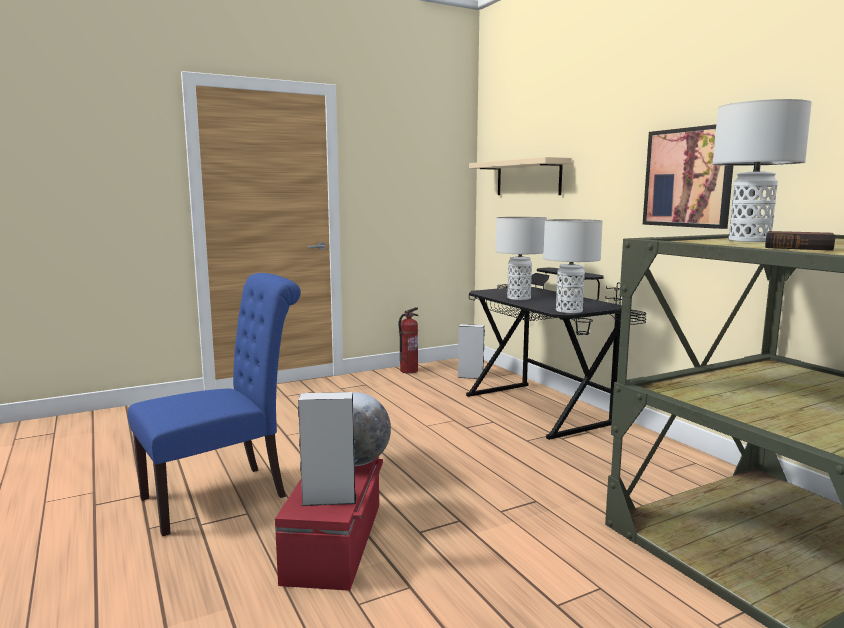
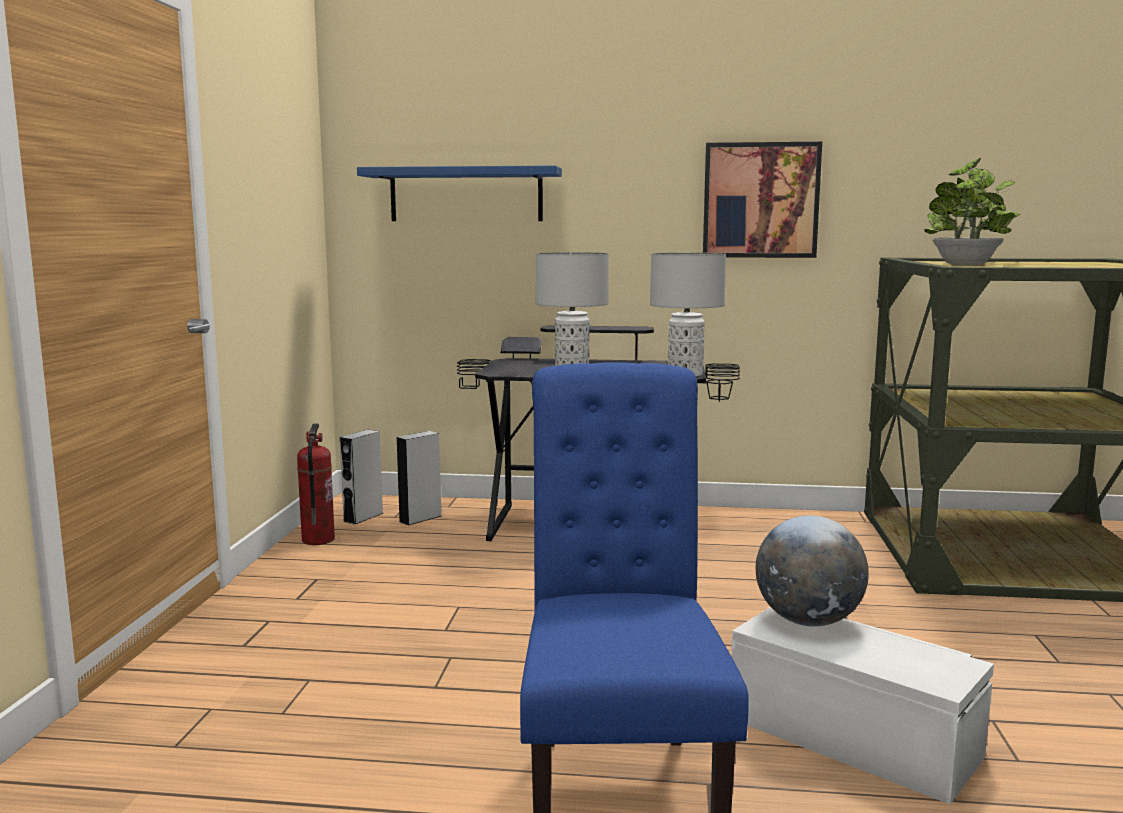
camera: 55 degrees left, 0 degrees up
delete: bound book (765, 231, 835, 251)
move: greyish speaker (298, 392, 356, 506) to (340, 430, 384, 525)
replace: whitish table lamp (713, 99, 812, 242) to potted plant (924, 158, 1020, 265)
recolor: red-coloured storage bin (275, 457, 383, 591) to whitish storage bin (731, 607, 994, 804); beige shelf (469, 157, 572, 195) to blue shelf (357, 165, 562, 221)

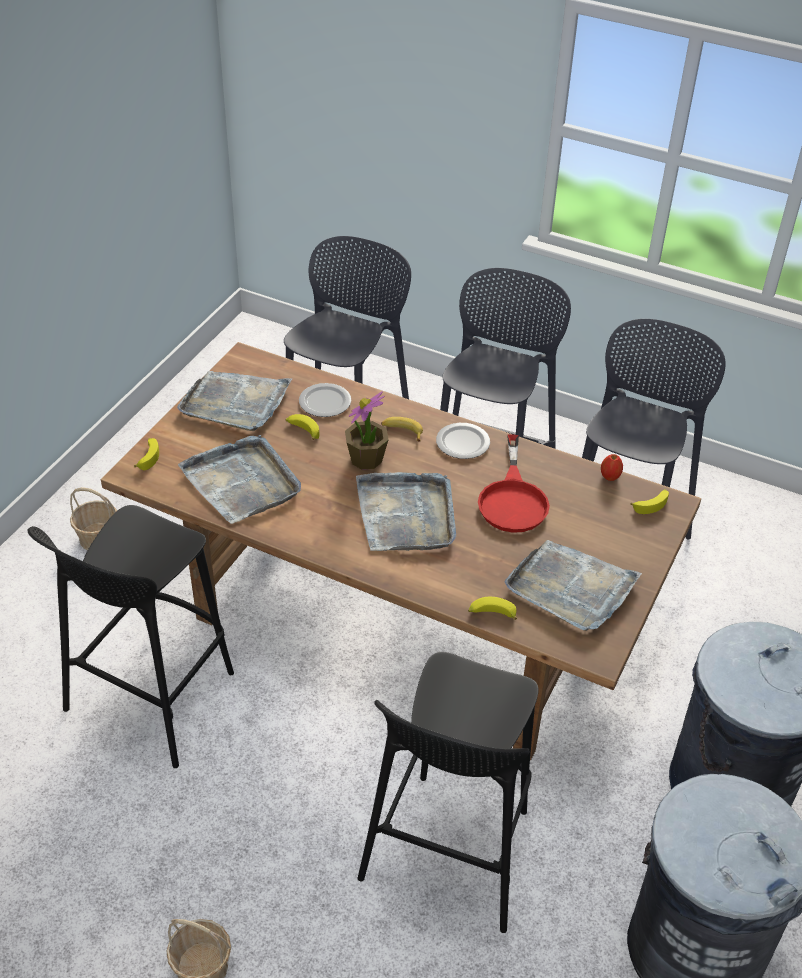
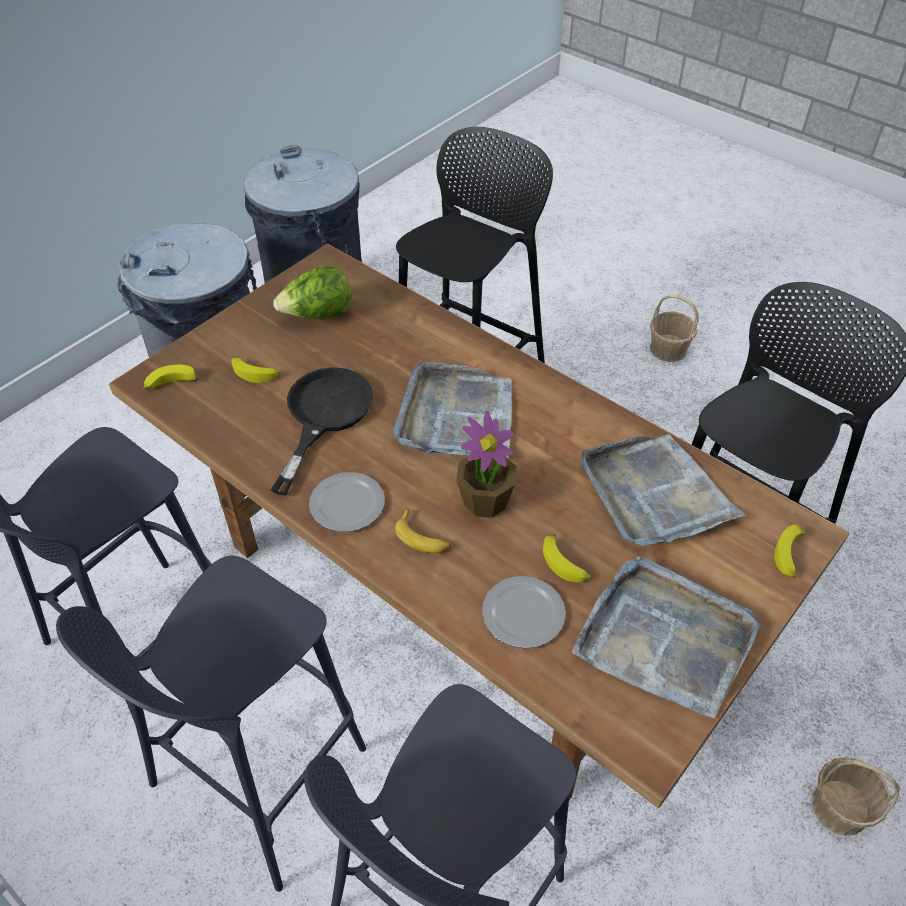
camera: 165 degrees left, 5 degrees up
delete: apple fruit (601, 454, 623, 481)
move: banana (468, 597, 517, 620) to (231, 356, 280, 383)
replace: greyish carrying tray (504, 540, 642, 631) to head of lettuce (273, 266, 351, 319)
recolor: red-coloured skillet (478, 434, 550, 533) to black skillet (271, 367, 373, 496)

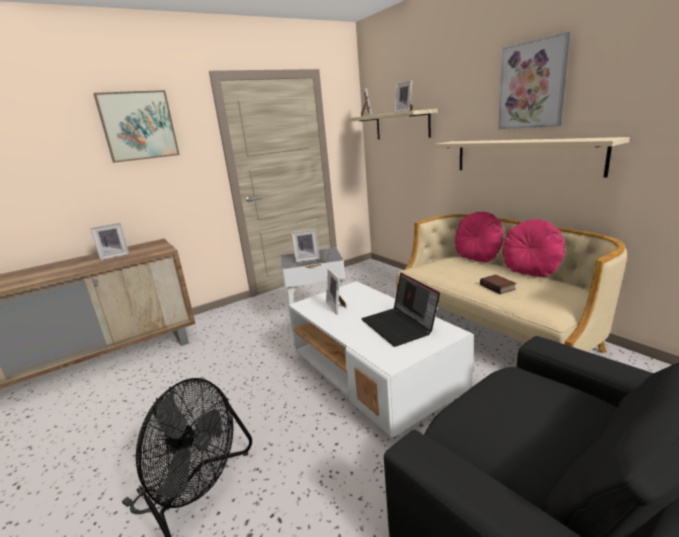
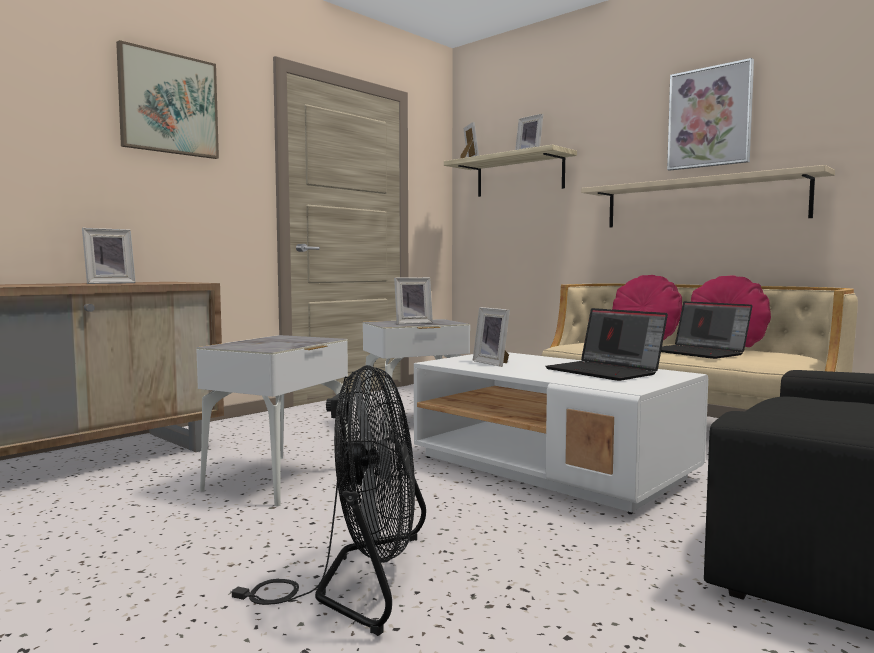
camera: 15 degrees left, 15 degrees down
insert: side table (196, 335, 348, 506)
replace: bound book (480, 275, 516, 294) to laptop (661, 301, 752, 359)

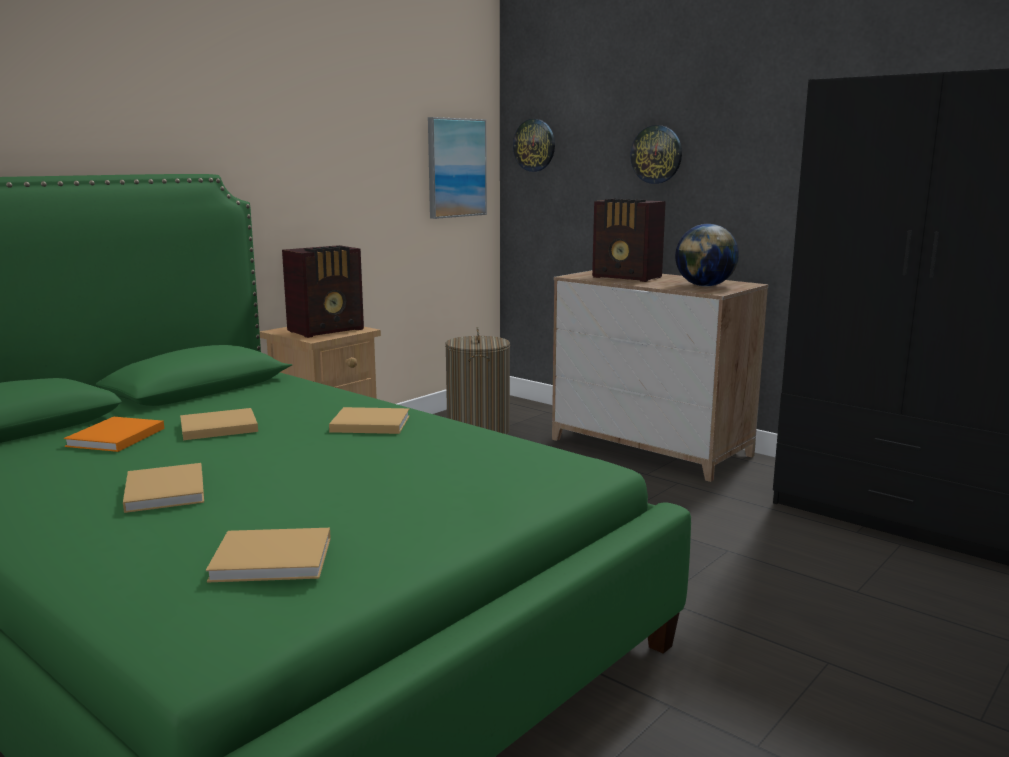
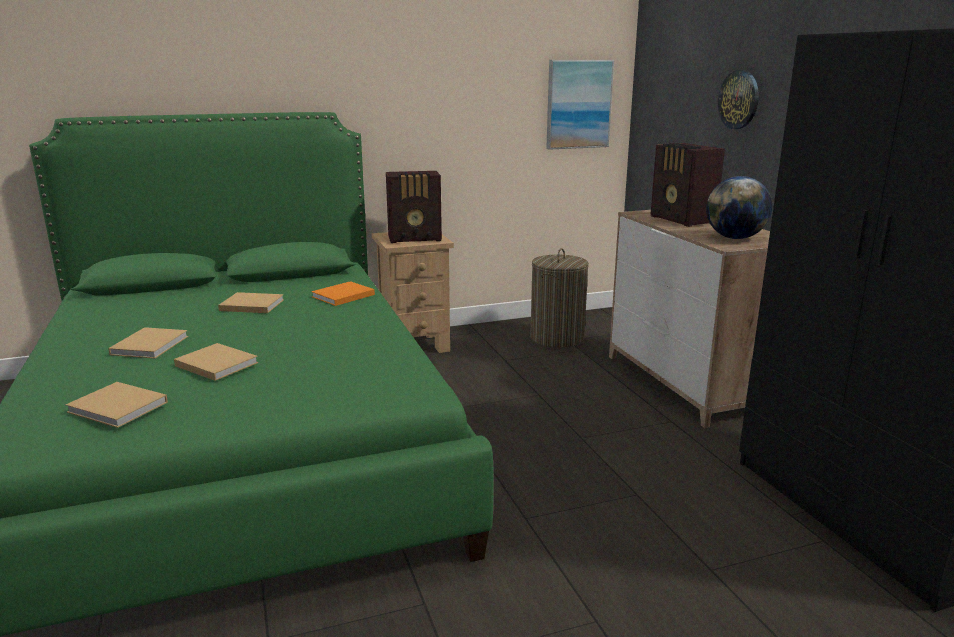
camera: 30 degrees right, 5 degrees up
delete: hanging clock (513, 119, 555, 172)
move: orange-coloured bound book (64, 417, 164, 452) to (311, 281, 375, 306); beige bound book (329, 407, 410, 434) to (174, 343, 258, 381)

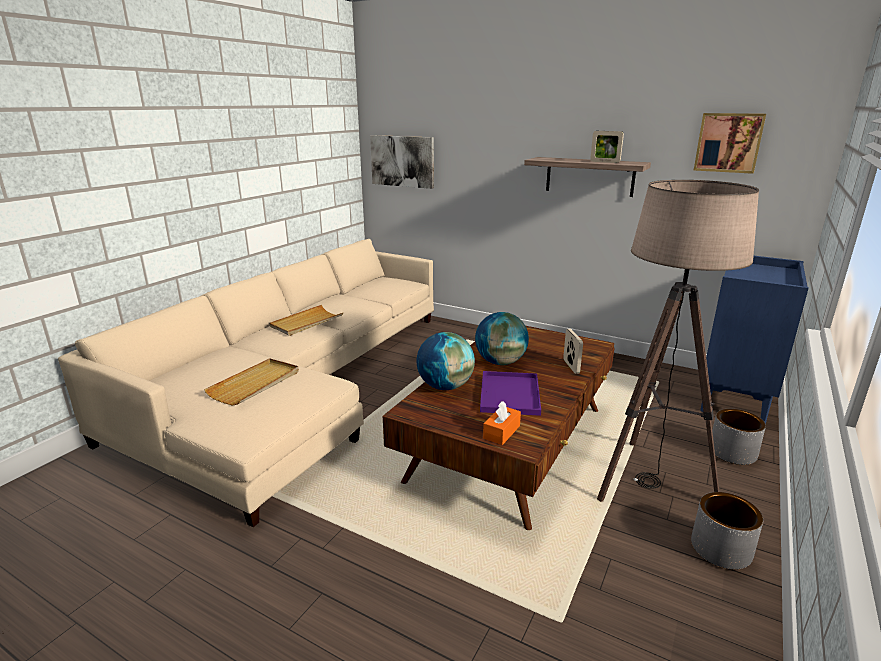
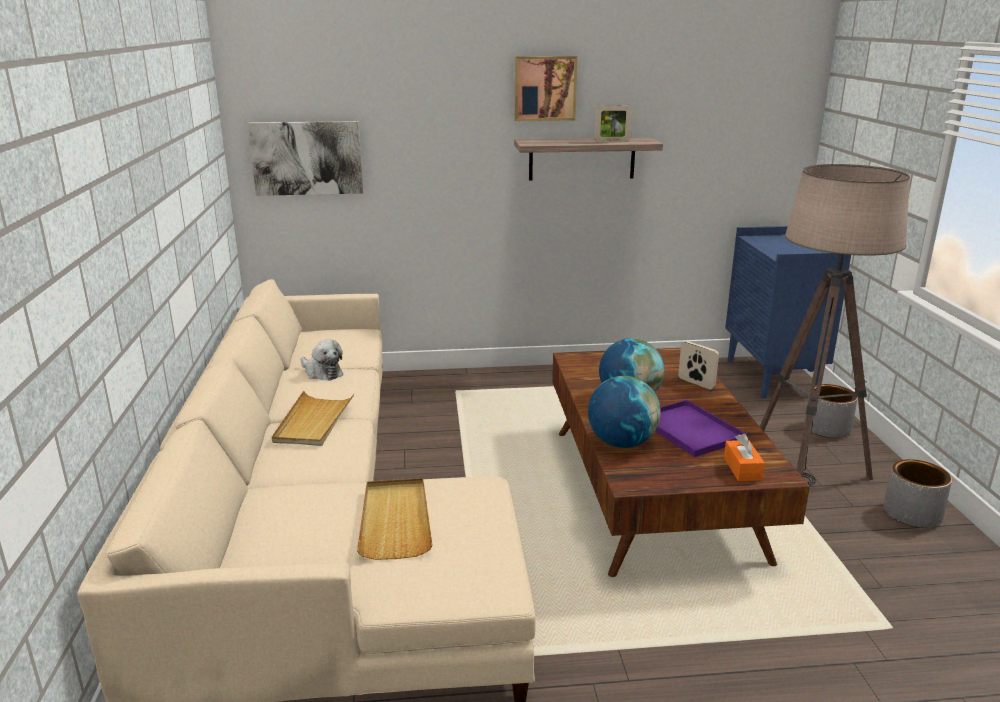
camera: 35 degrees left, 0 degrees up
insert: soft toy (301, 339, 343, 381)
move: picture (694, 113, 766, 174) to (515, 56, 578, 121)

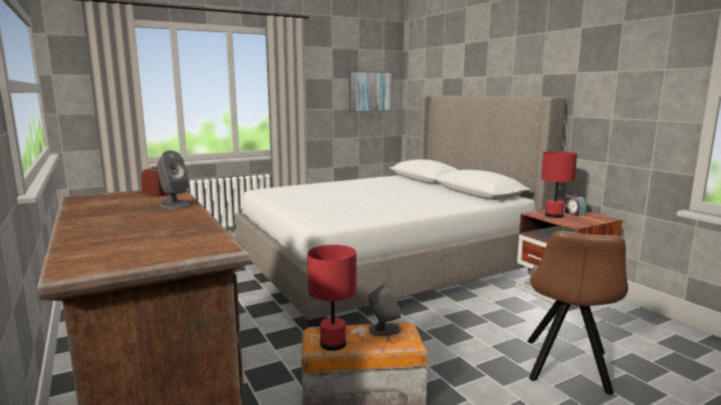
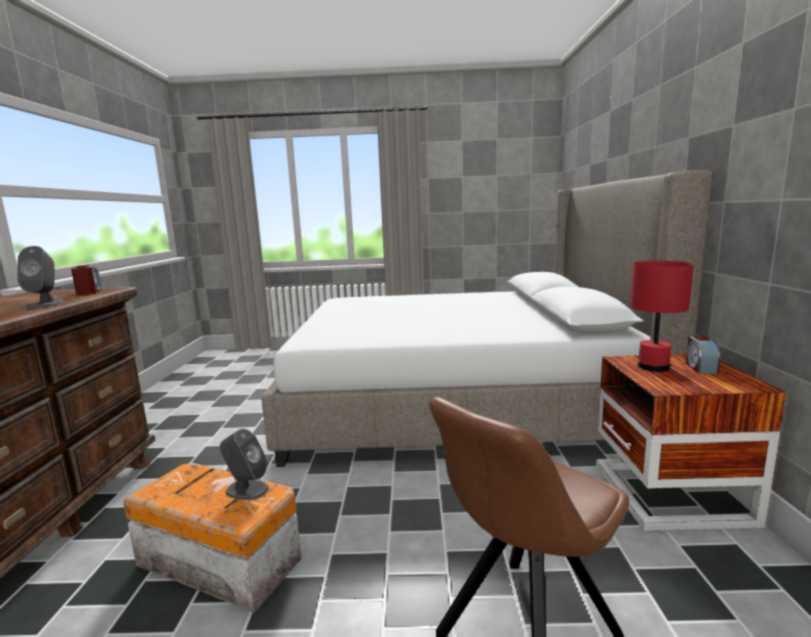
camera: 30 degrees right, 0 degrees up
delete: red-coloured table lamp (307, 245, 357, 351); picture (349, 71, 392, 112)

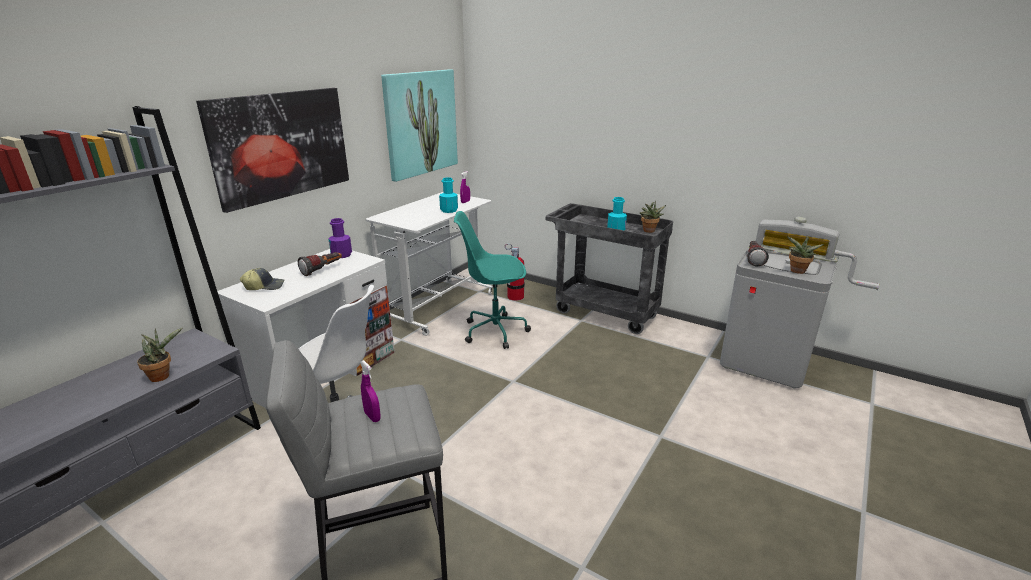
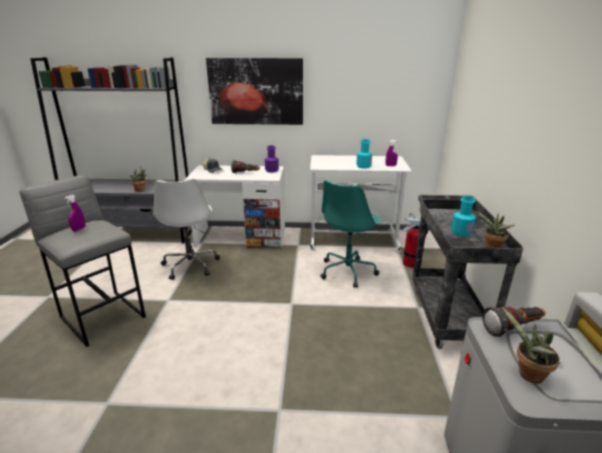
camera: 60 degrees right, 0 degrees up
delete: picture (381, 69, 458, 182)
rotate: turquoise-coloured computer chair (454, 211, 531, 349) = (320, 180, 381, 288) 120 degrees counterclockwise

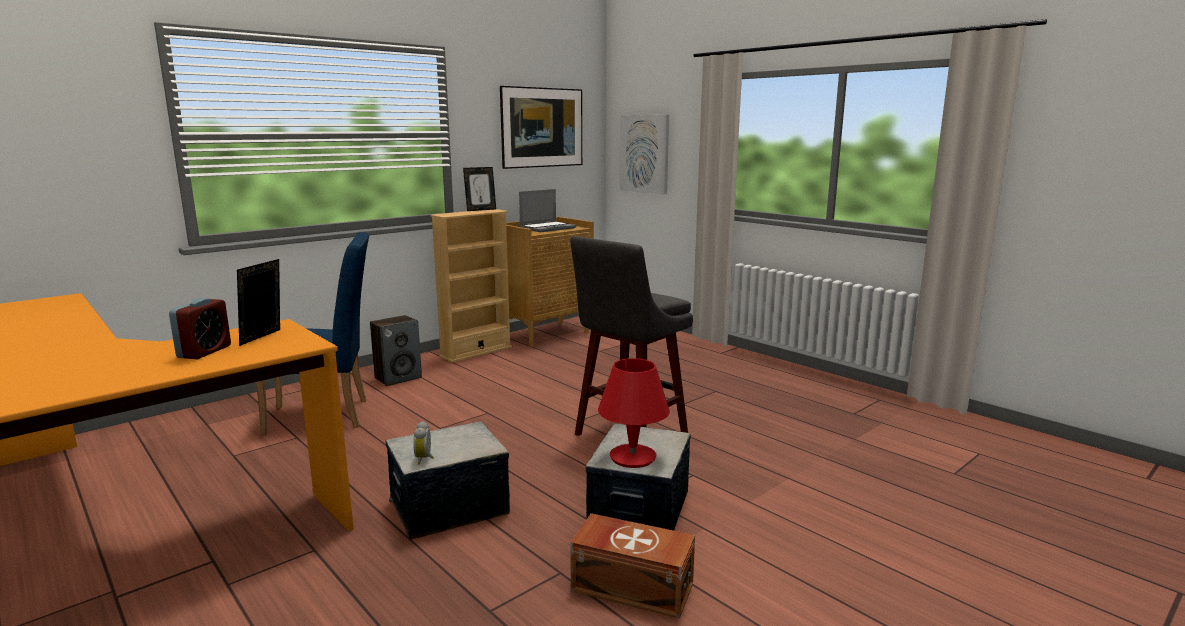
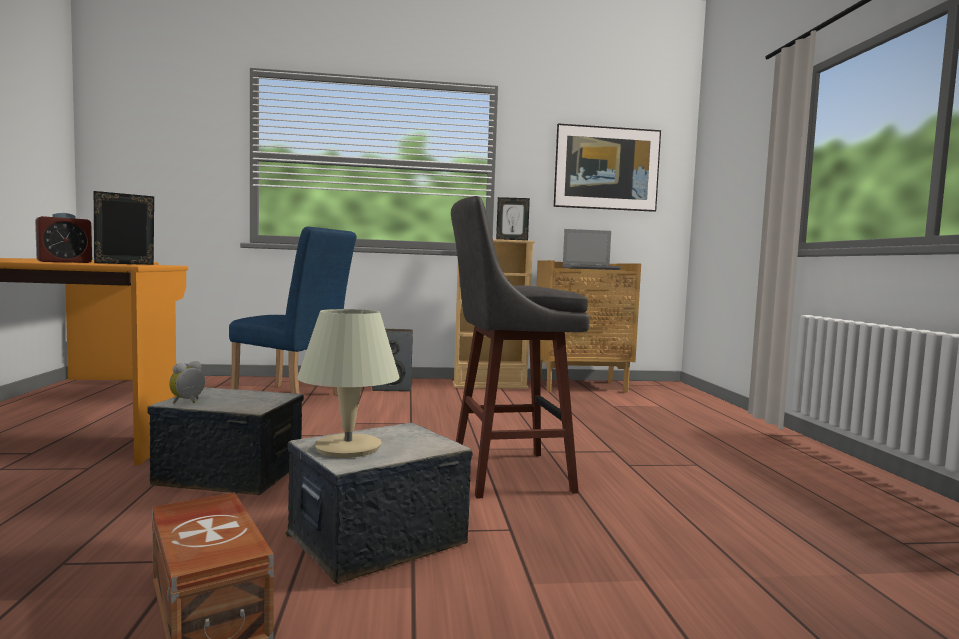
camera: 35 degrees right, 10 degrees down
delete: picture (619, 115, 669, 194)
recolor: red-coloured table lamp (598, 358, 670, 468) to beige table lamp (297, 309, 399, 458)

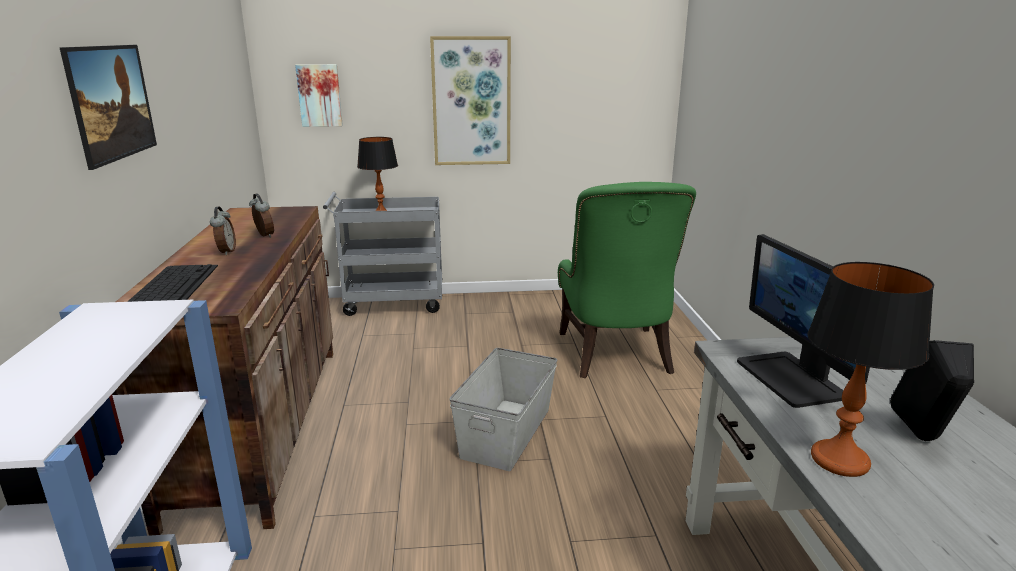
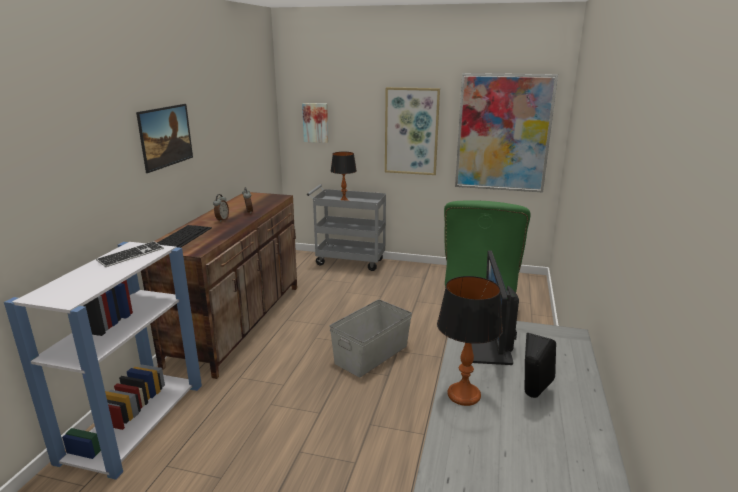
camera: 20 degrees right, 0 degrees up
insert: computer keyboard (96, 241, 164, 267); picture (455, 73, 558, 193)

